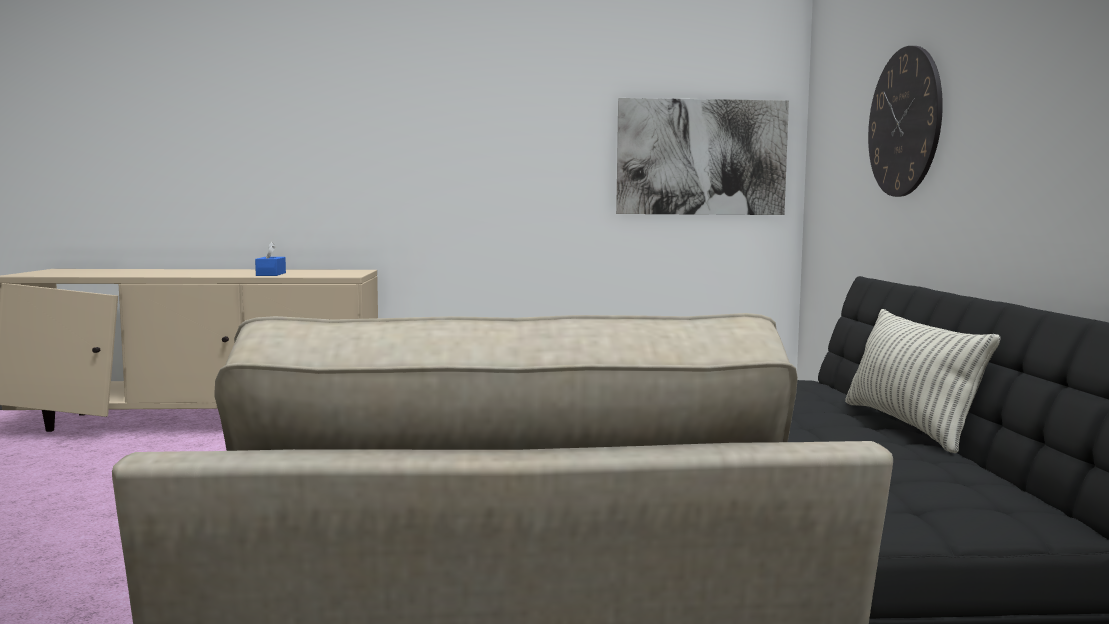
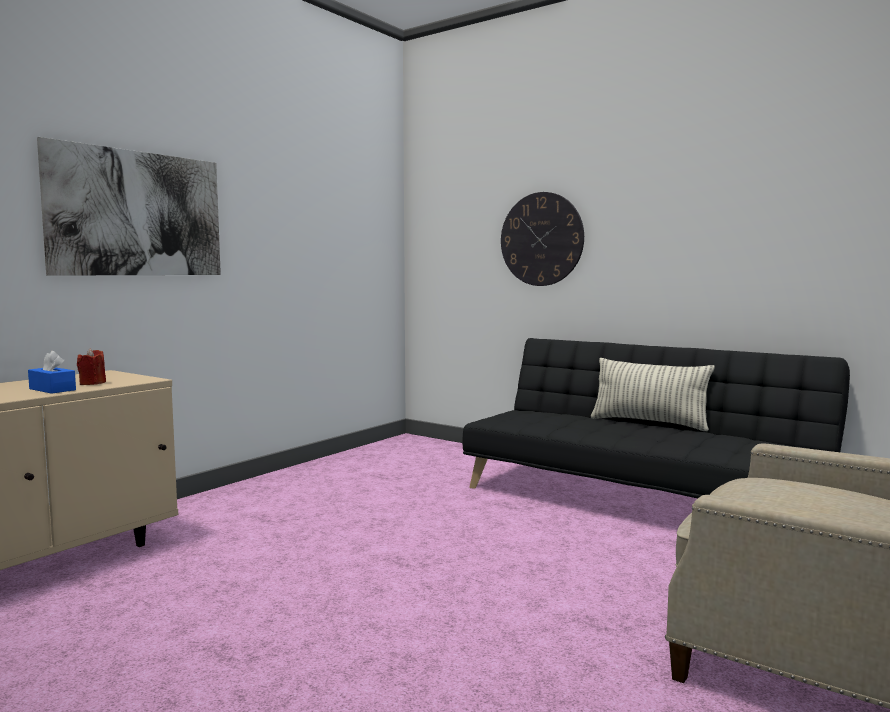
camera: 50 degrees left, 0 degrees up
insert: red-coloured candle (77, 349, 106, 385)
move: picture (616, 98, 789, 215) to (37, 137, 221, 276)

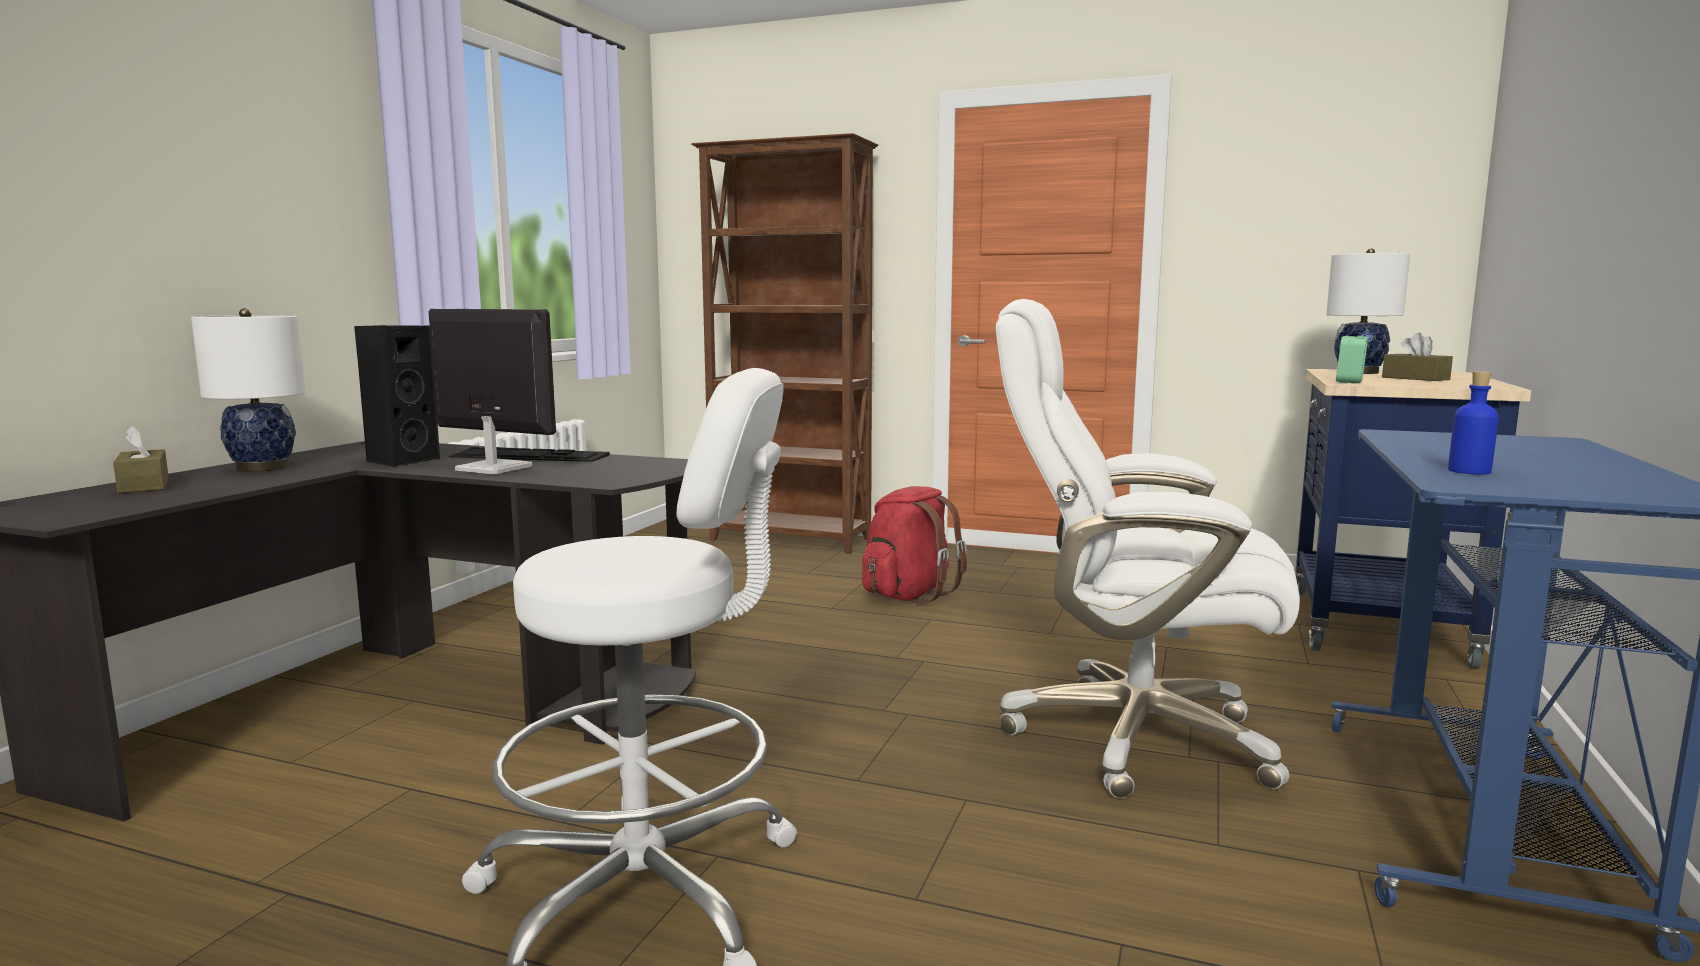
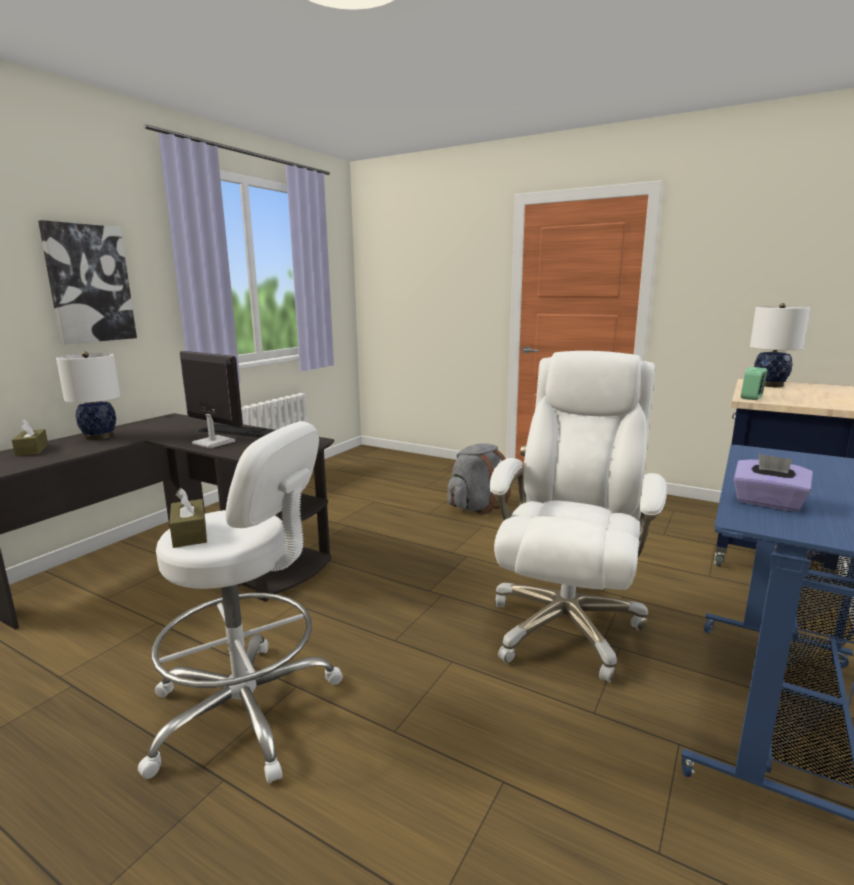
camera: 10 degrees right, 5 degrees up
delete: black speaker (354, 325, 440, 467); brown-coloured bookshelf (691, 133, 878, 554)
insert: picture (38, 220, 137, 344)
move: brown-coloured box of tissues (1382, 332, 1453, 381) to (170, 488, 207, 548)
replace: blue bottle (1448, 371, 1499, 475) to purple-coloured box of tissues (734, 454, 813, 512)
recolor: red-coloured rucksack (862, 486, 967, 604) to greyish rucksack (447, 443, 511, 515)
rotate: whitish computer chair (996, 299, 1300, 798) = (490, 351, 667, 683) 90 degrees clockwise

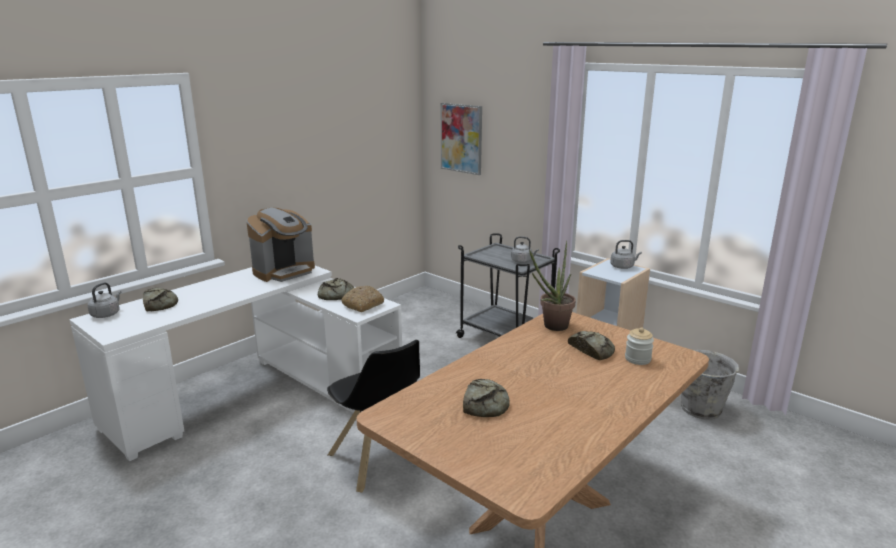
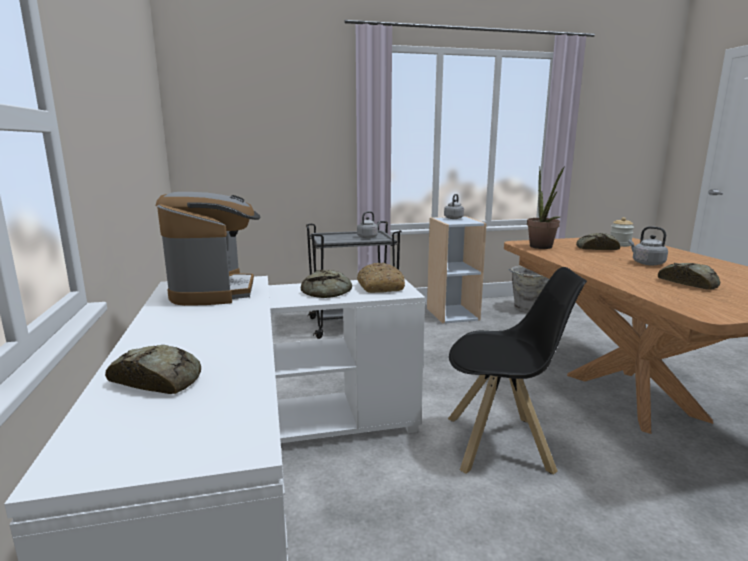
camera: 55 degrees left, 5 degrees down
delete: picture (441, 103, 482, 175)
move: greyish kettle (88, 282, 122, 318) to (628, 226, 668, 266)

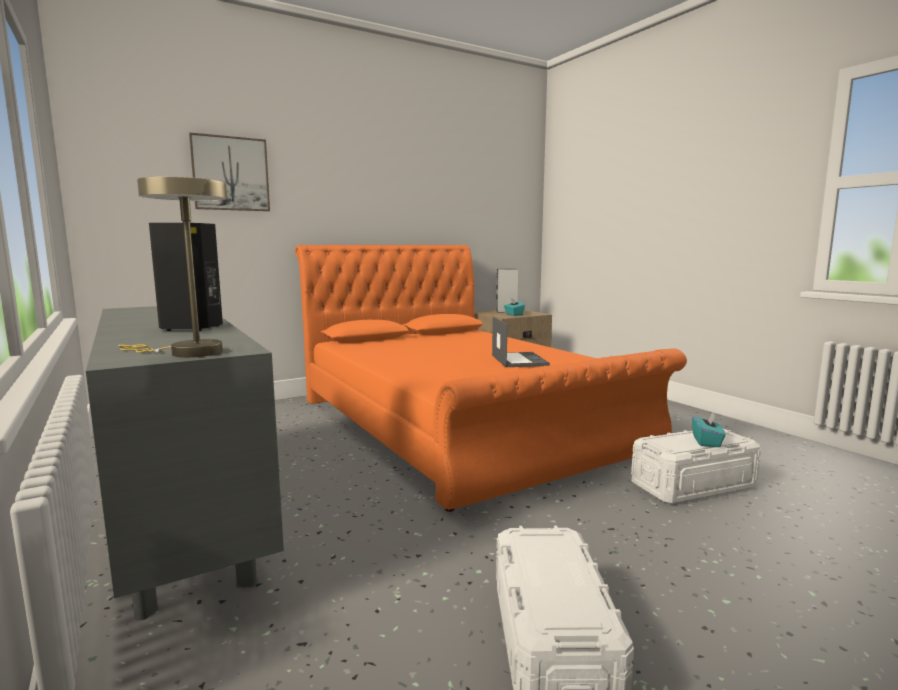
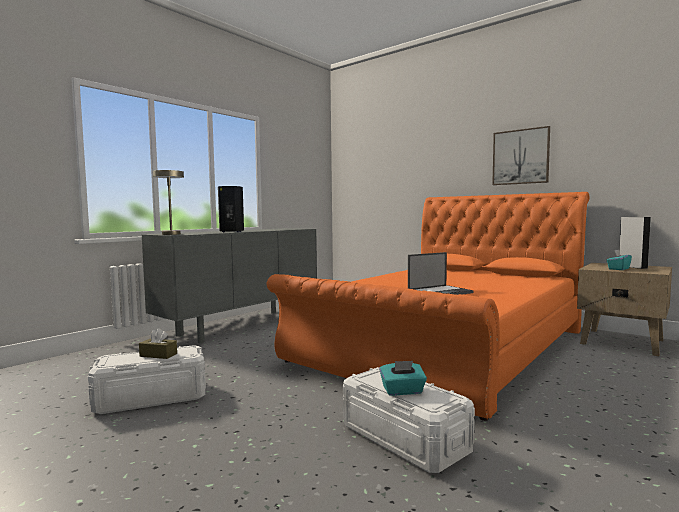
camera: 70 degrees right, 5 degrees down
insert: brown-coloured box of tissues (139, 328, 177, 359)
move: picture (189, 132, 270, 211) to (492, 126, 550, 185)

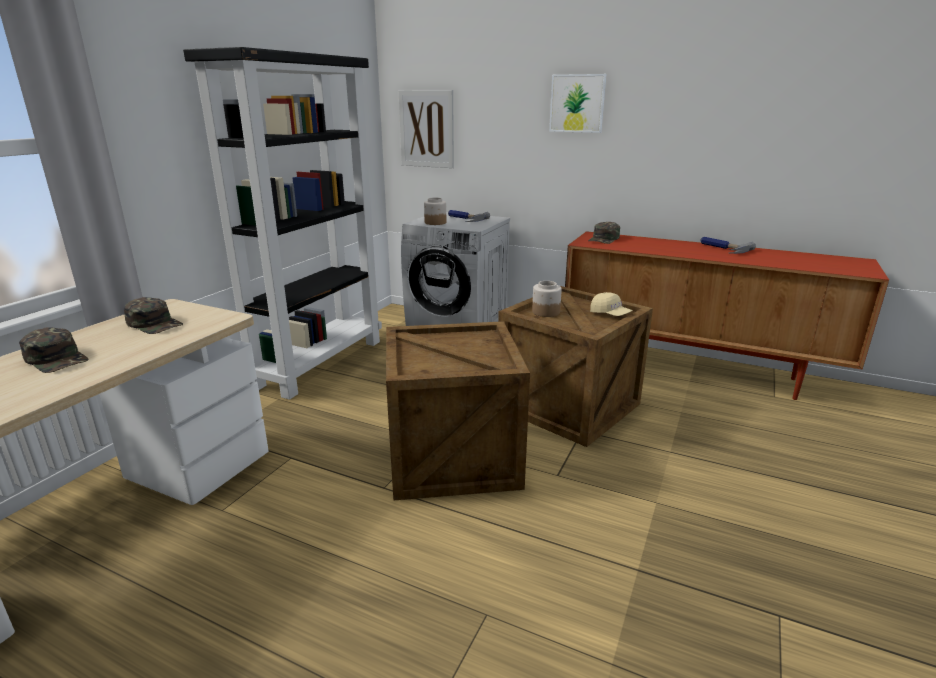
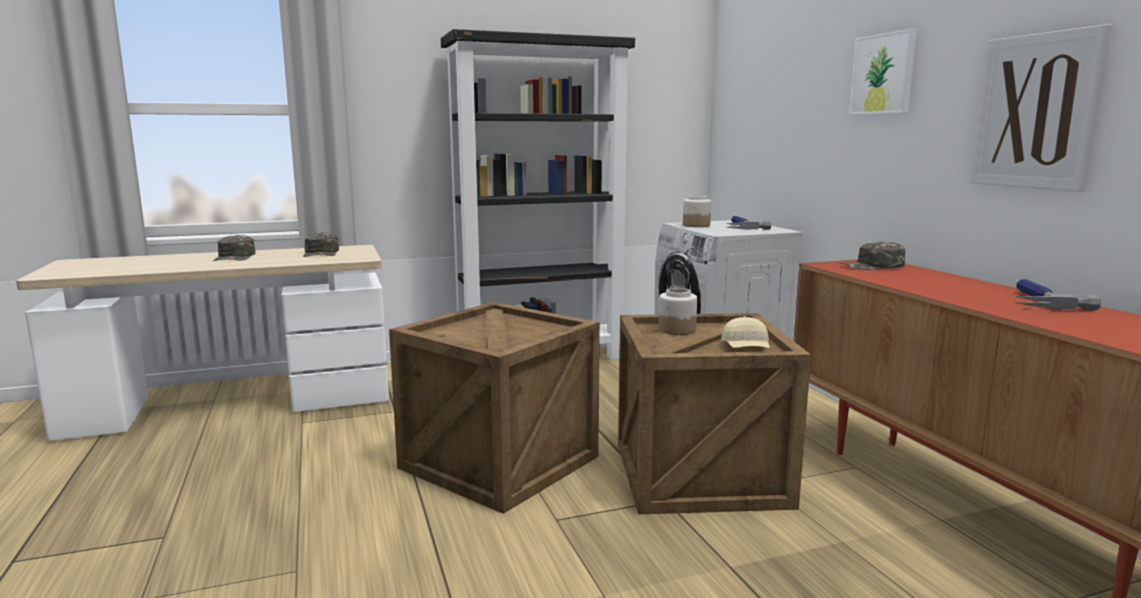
camera: 45 degrees right, 10 degrees down
move: picture (399, 90, 454, 168) to (971, 24, 1112, 192)

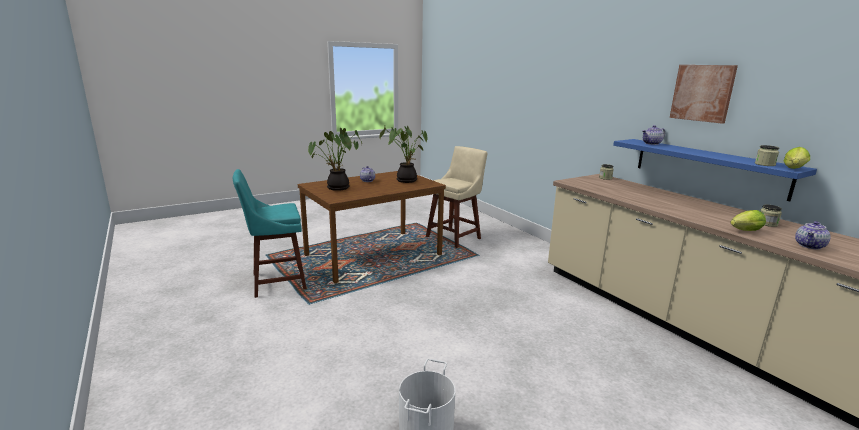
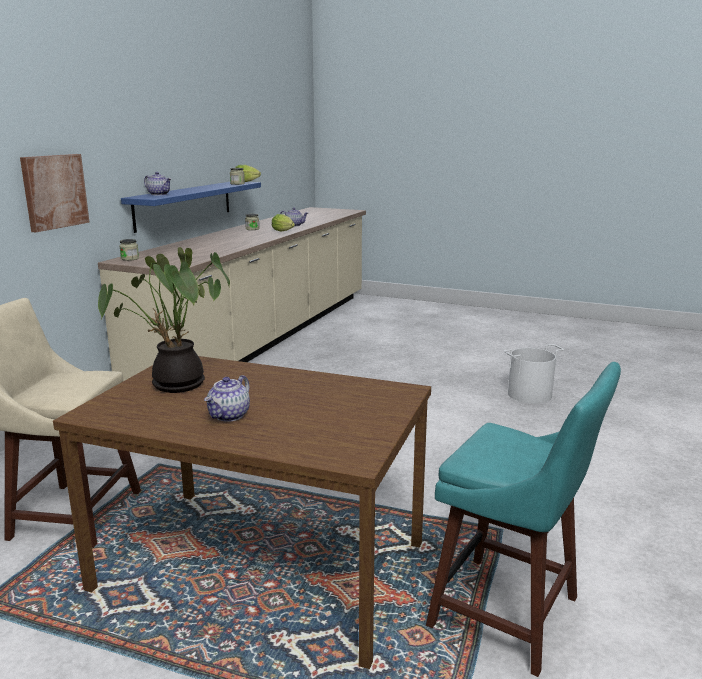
camera: 125 degrees left, 0 degrees up
delete: potted plant (308, 128, 362, 191)
move: picture (670, 65, 738, 124) to (20, 154, 90, 232)

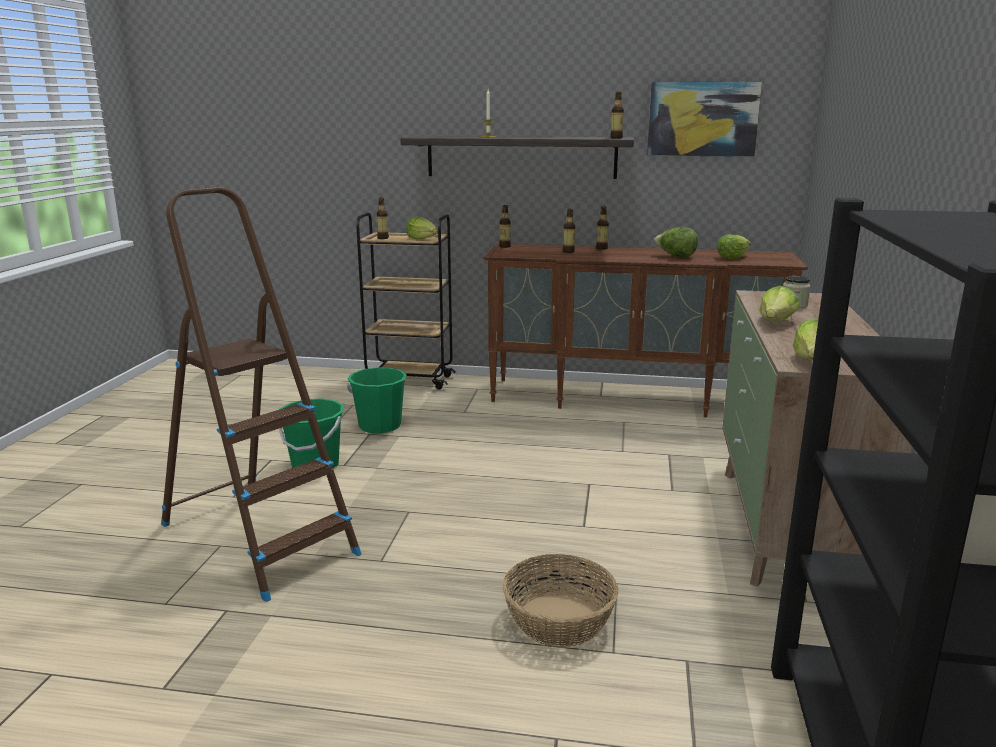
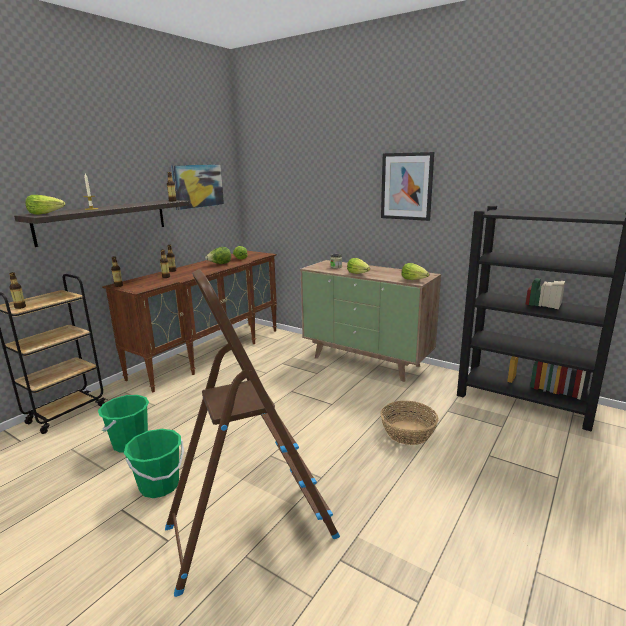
camera: 65 degrees left, 0 degrees up
insert: picture (381, 152, 434, 221)
move: head of lettuce (406, 217, 437, 239) to (26, 195, 65, 215)

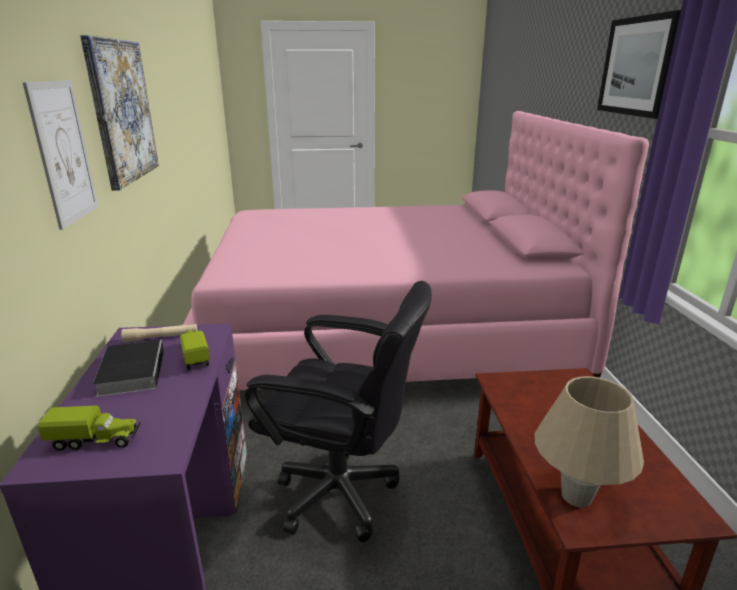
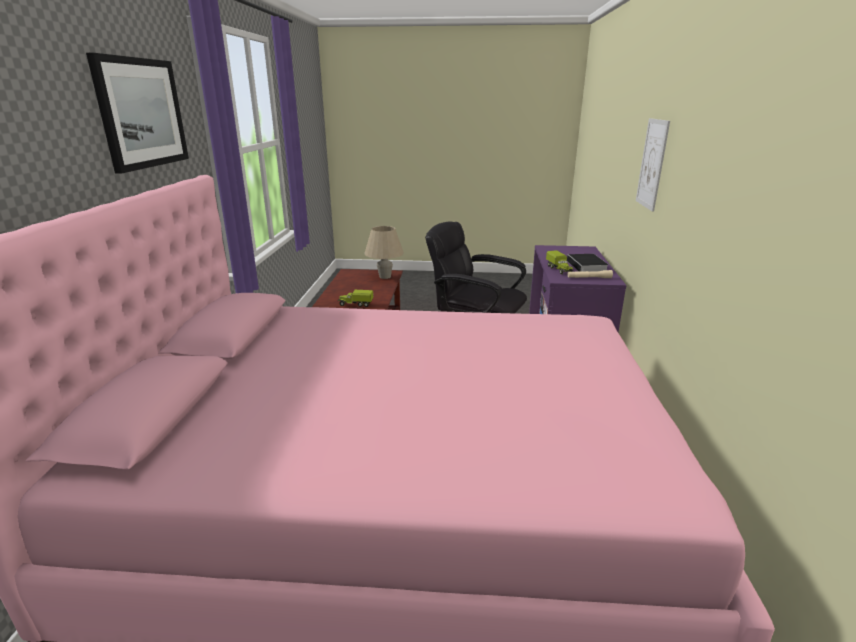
camera: 170 degrees left, 0 degrees up
delete: picture (80, 35, 159, 191)
move: toy truck (38, 406, 141, 451) to (337, 290, 374, 307)

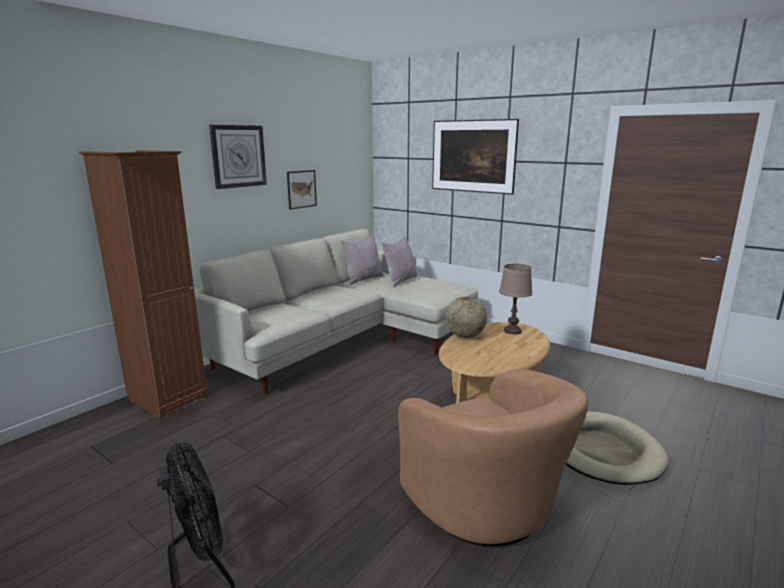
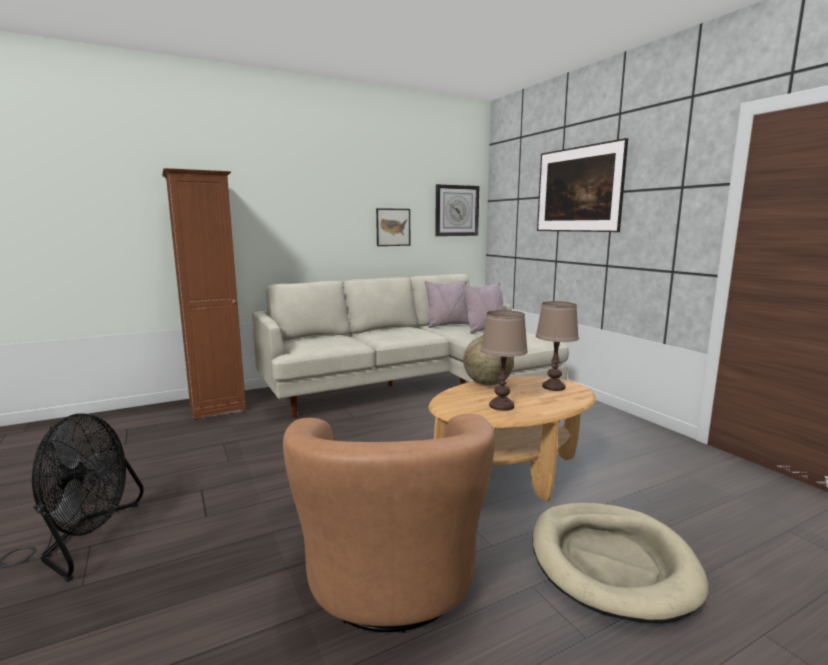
camera: 25 degrees right, 5 degrees down
insert: brown-coloured table lamp (481, 310, 528, 411)
move: hanging clock (209, 125, 267, 189) to (435, 184, 479, 236)

